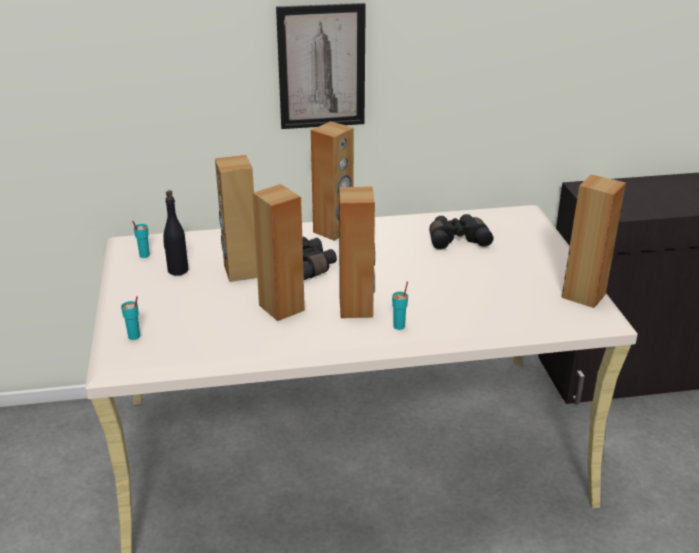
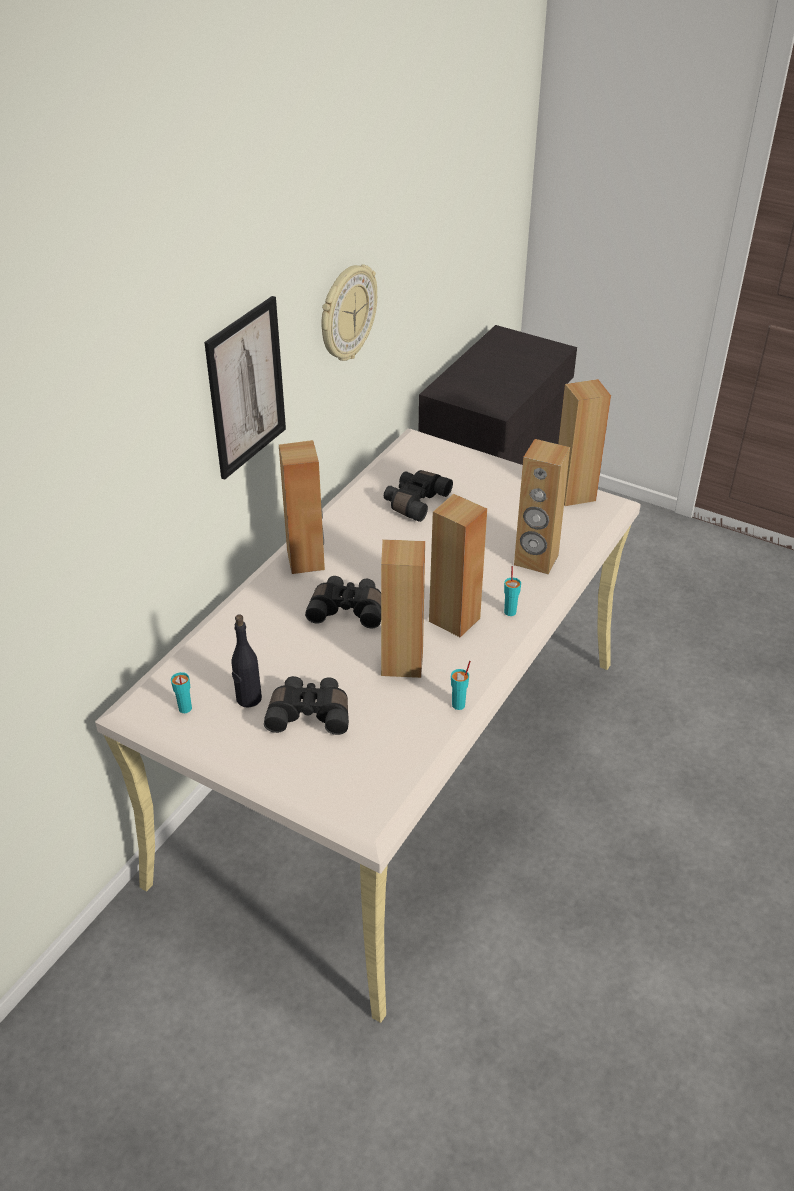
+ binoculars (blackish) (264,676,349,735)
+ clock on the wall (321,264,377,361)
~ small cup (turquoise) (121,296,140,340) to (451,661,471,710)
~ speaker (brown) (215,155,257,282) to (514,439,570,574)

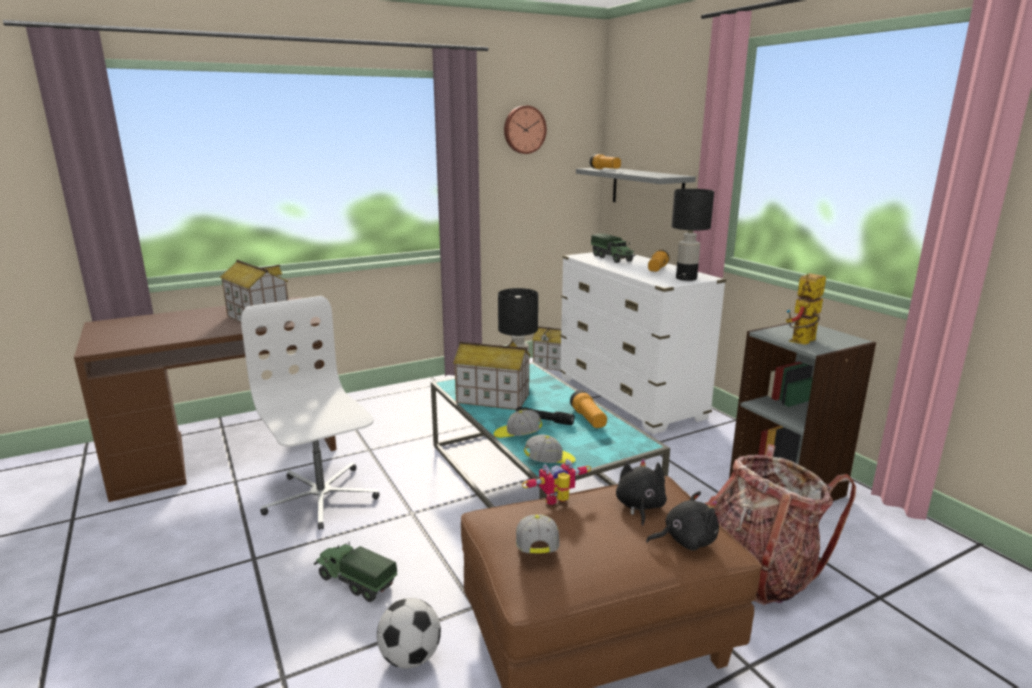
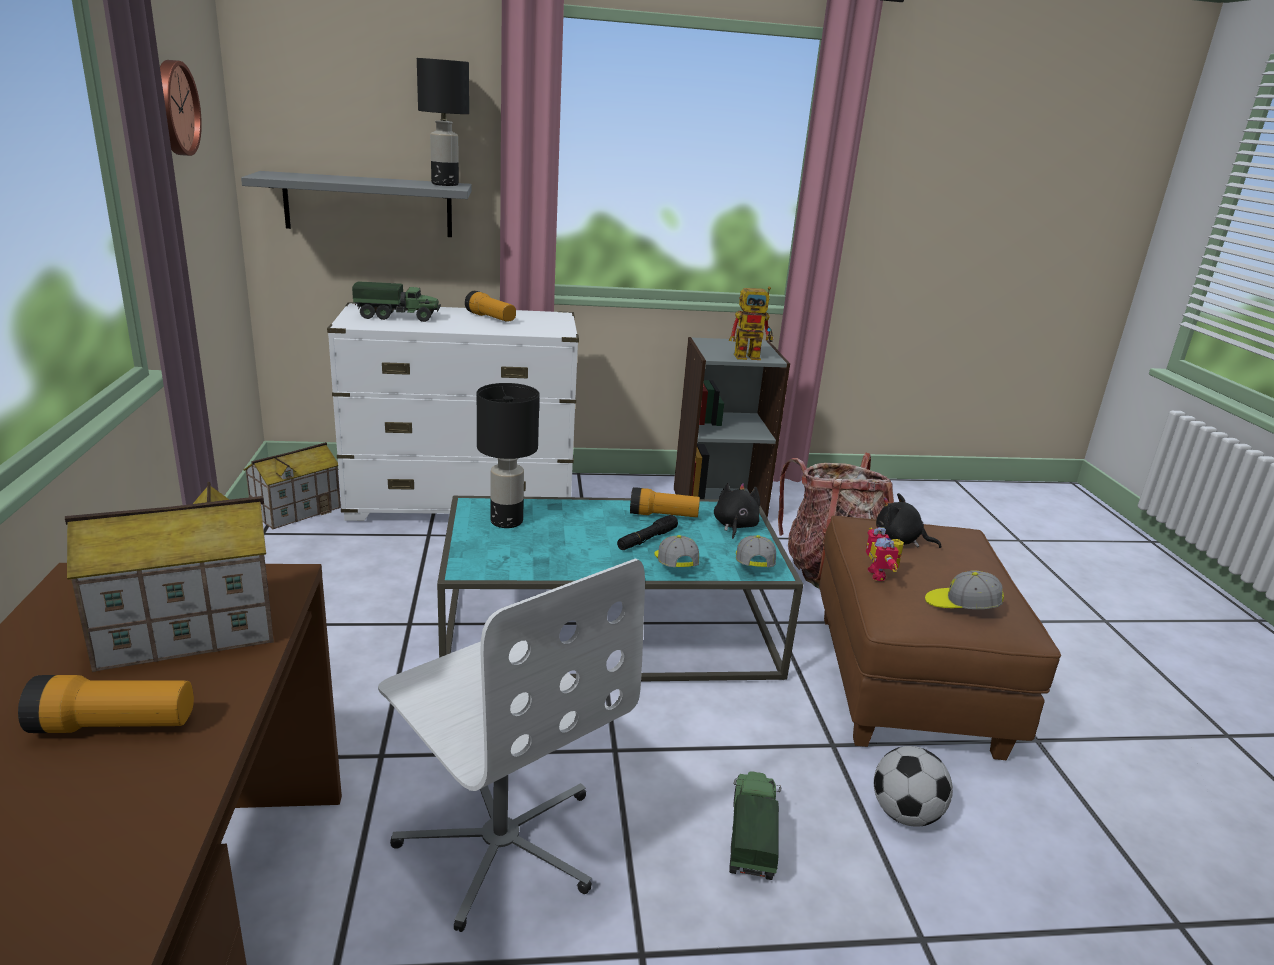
~ hand torch (590,154,621,169) to (18,675,194,733)
~ office chair (white) (241,296,379,530) = (378,559,645,932) 120 degrees counterclockwise
~ table lamp (blackish) (671,189,714,281) to (417,58,469,186)
~ peaked cap (494,410,542,438) = (654,535,699,567) 135 degrees clockwise
~ cuddly toy (blackish) (646,491,719,550) to (714,483,760,539)
~ toy robot (786,273,826,345) = (729,287,773,360) 75 degrees counterclockwise
~ toy lorry (314,542,397,602) = (729,771,782,880) 135 degrees clockwise
- toy house (453,340,531,410)

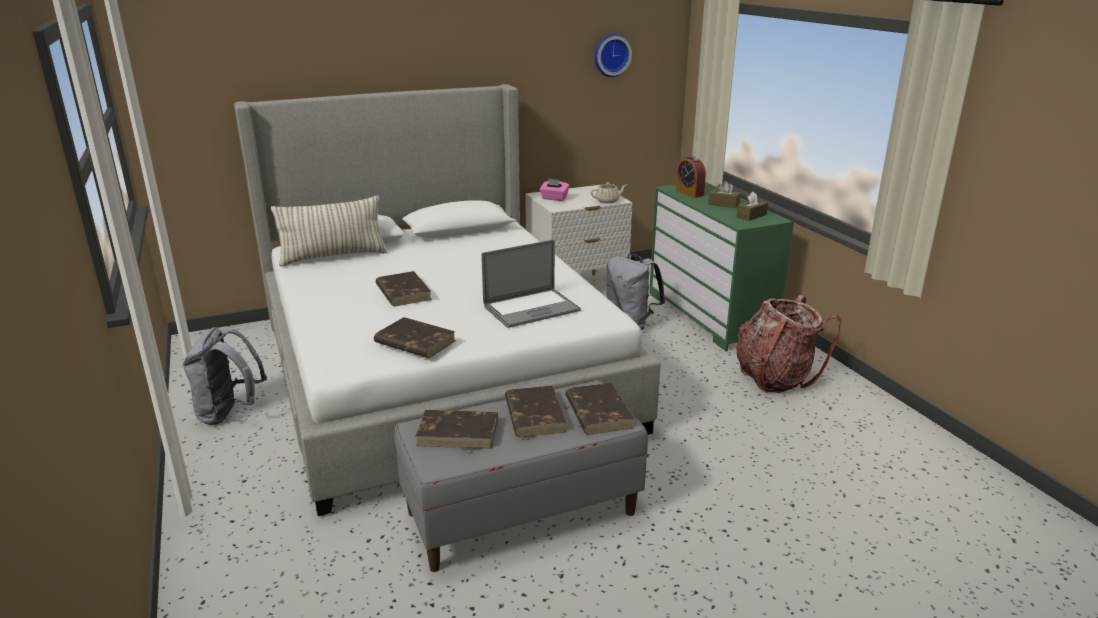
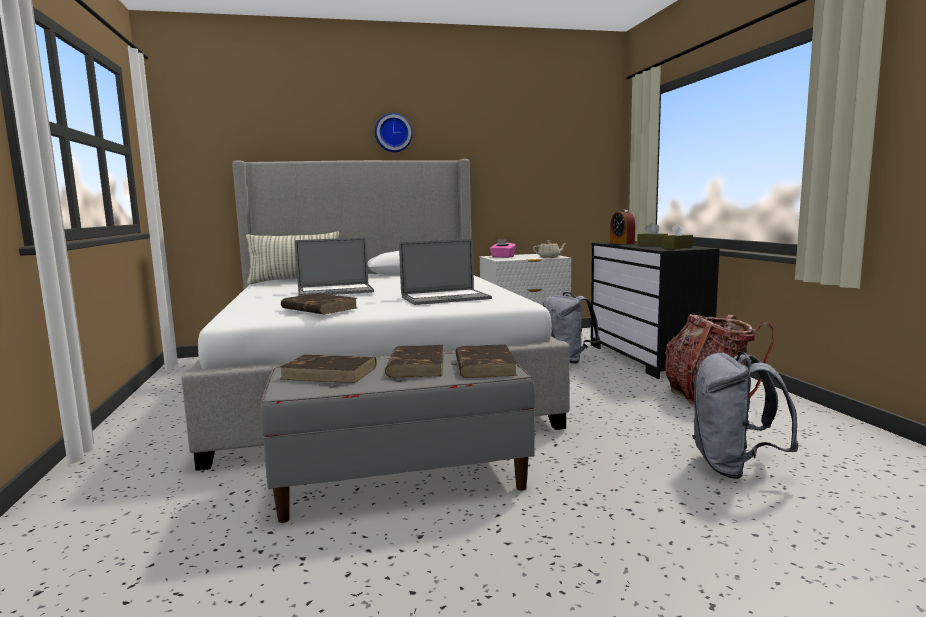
~ book (brown) (376,271,432,306) to portable computer (295,238,374,296)
~ clock on the wall (594,33,632,77) to (375,113,413,152)
~ drawer chest (green-coloured) (649,182,794,351) to drawer chest (blackish) (591,241,720,379)
~ knapsack (gray) (183,327,267,425) to (692,351,799,479)

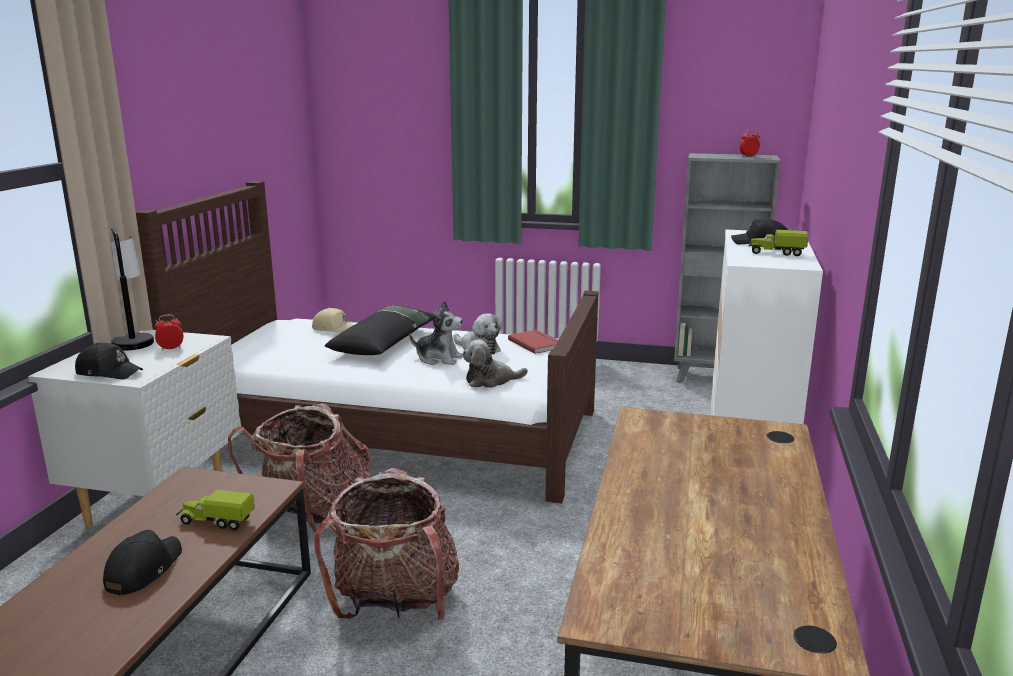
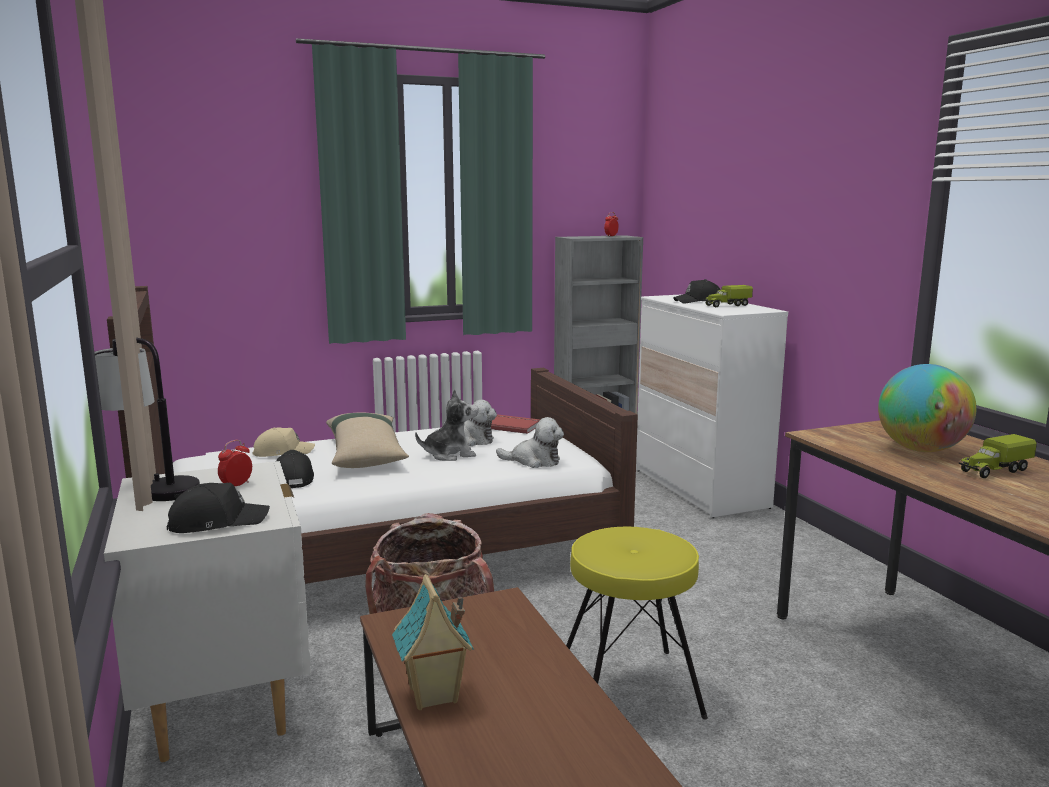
~ peaked cap (blackish) (103,530,182,595) to (276,450,314,488)
~ cushion (blackish) (325,306,433,355) to cushion (beige-coloured) (326,412,409,468)
+ toy house (392,574,474,710)
~ cuddly toy (462,340,528,388) = (496,417,564,468) 120 degrees counterclockwise
~ knapsack (314,468,459,620) to stool (yellowish) (566,526,708,719)
+ desk globe (878,364,977,452)
~ toy lorry (176,490,255,530) to (958,434,1037,478)

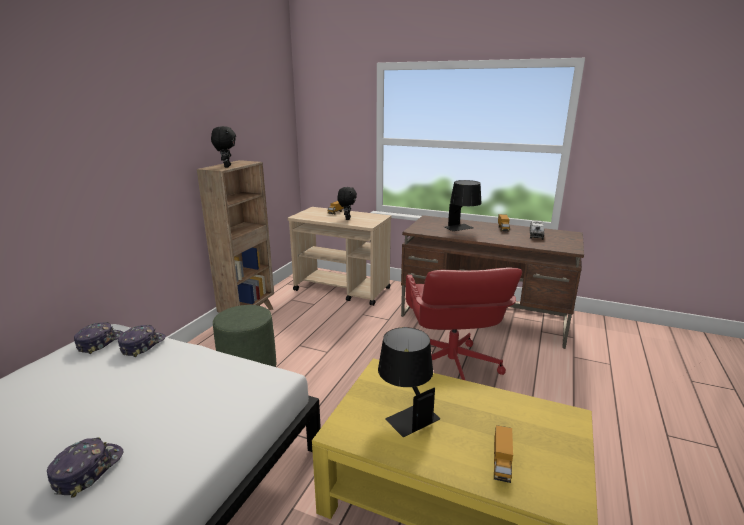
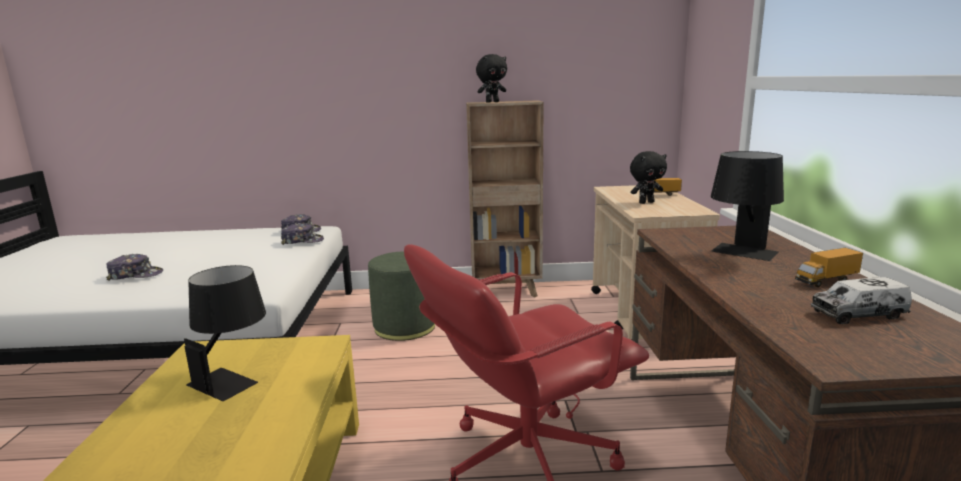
- toy lorry (494,425,513,483)

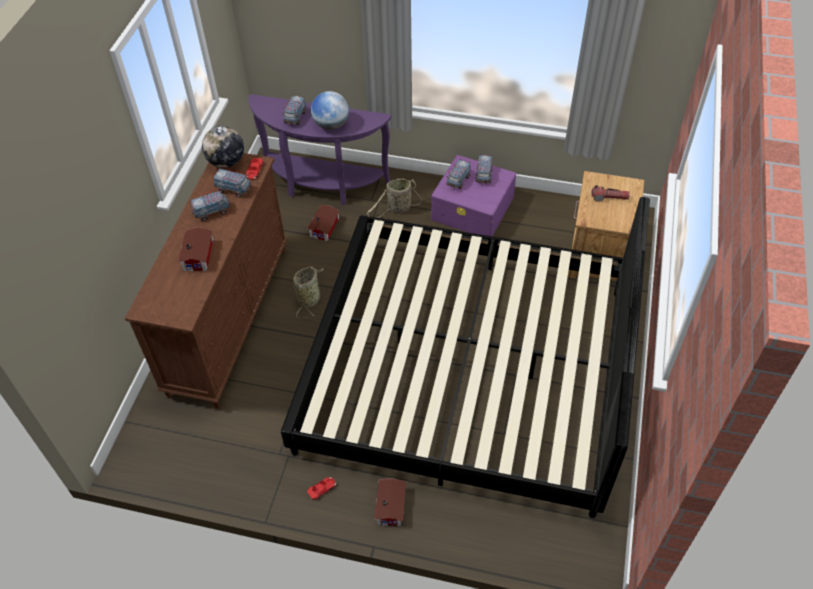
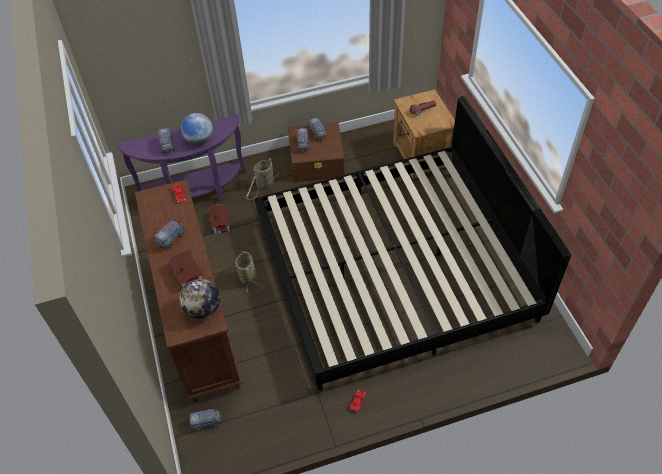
~ desk globe (202,126,244,168) to (180,279,220,319)
~ toy lorry (213,168,252,198) to (189,408,222,432)
~ storage bin (purple) (431,155,516,236) to storage bin (brown) (288,123,345,182)
- toy house (375,478,406,526)

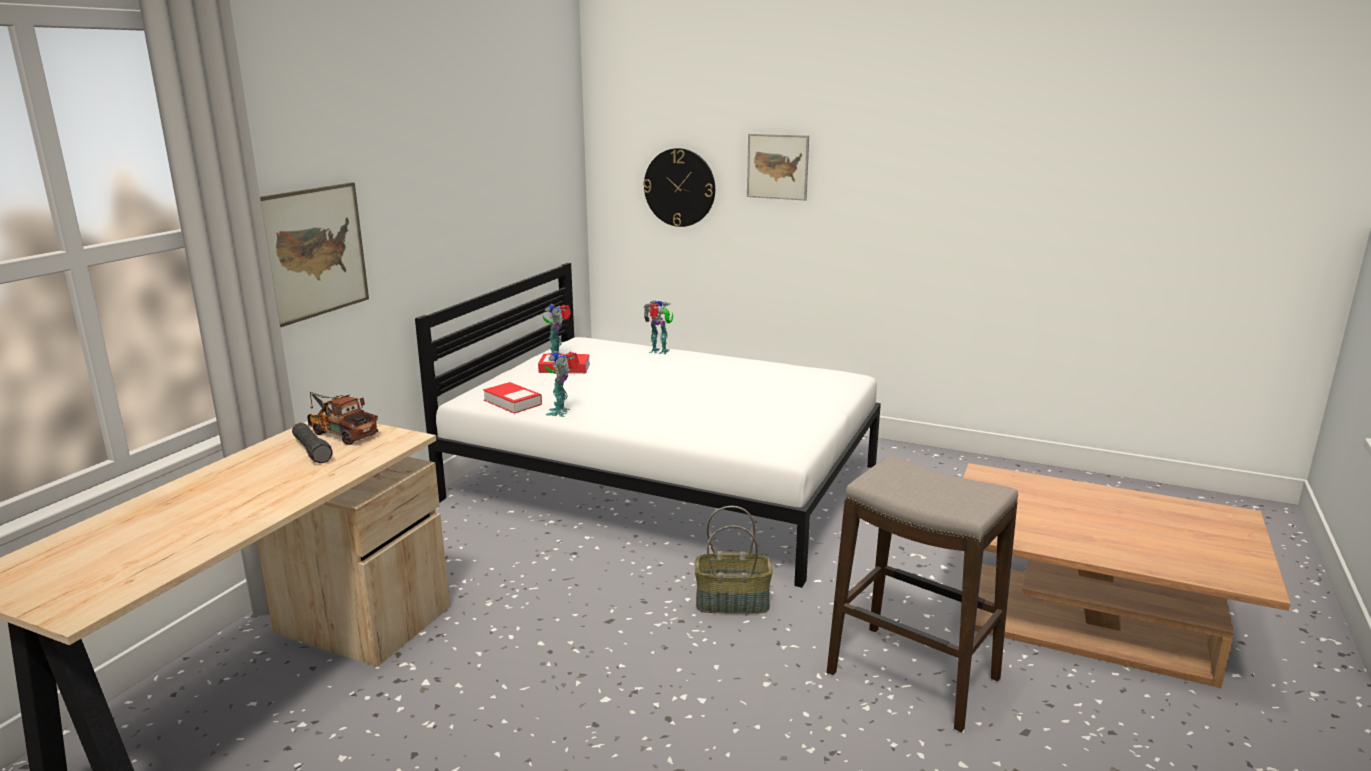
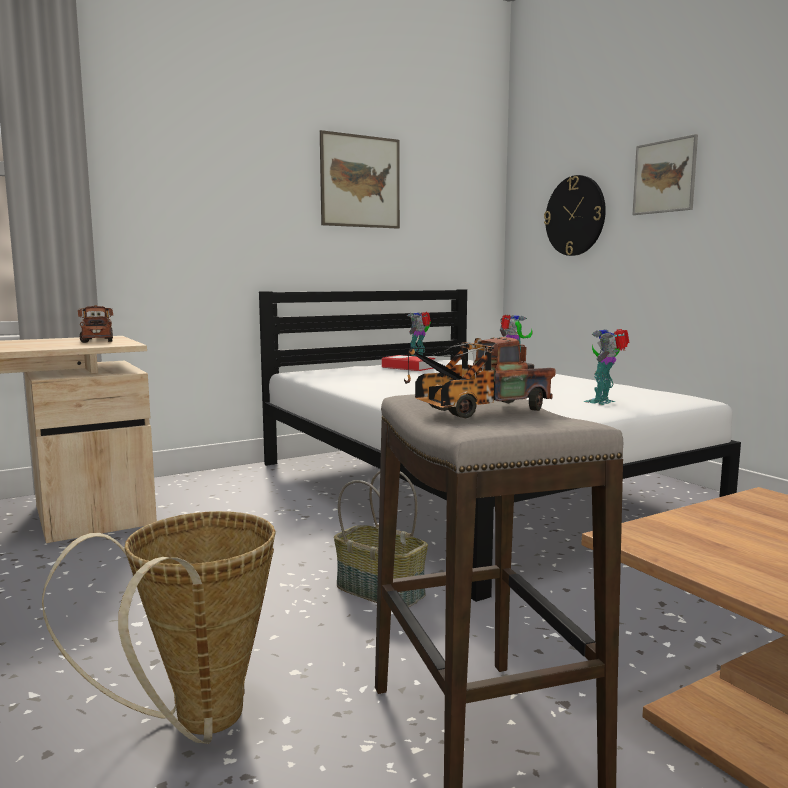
+ storage basket (42,511,275,744)
~ wall picture (260,182,369,327) to (320,130,400,228)
+ toy lorry (404,337,556,418)
~ toy robot (545,351,579,417) to (584,329,630,405)
- hand torch (blackish) (292,423,333,463)
- book (483,382,542,414)

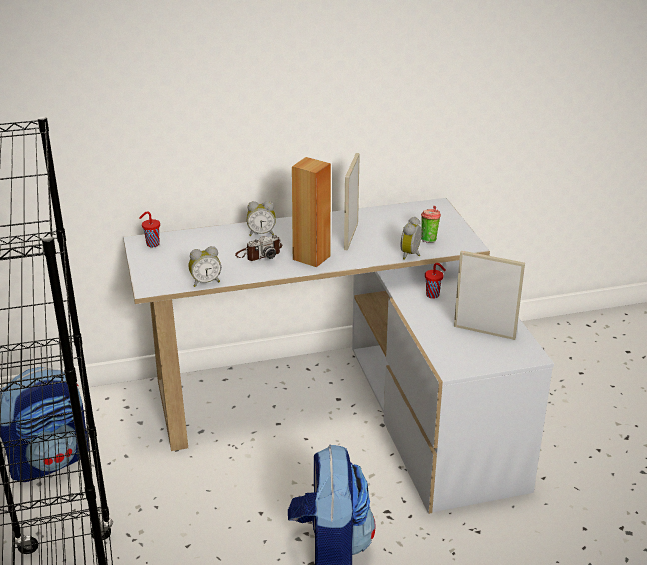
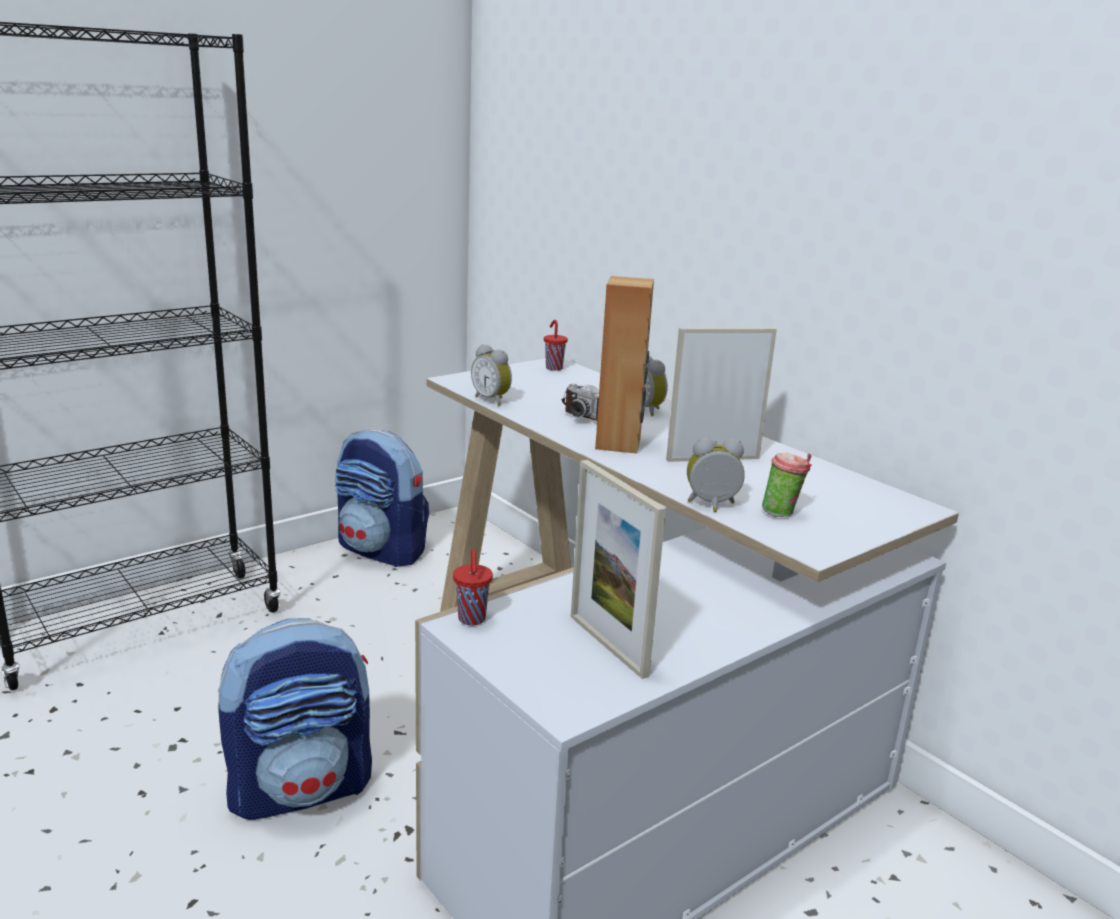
~ small cup (reddish) (425,263,446,299) to (453,549,493,625)
~ photo frame (454,250,525,340) = (571,460,666,679) 150 degrees clockwise

